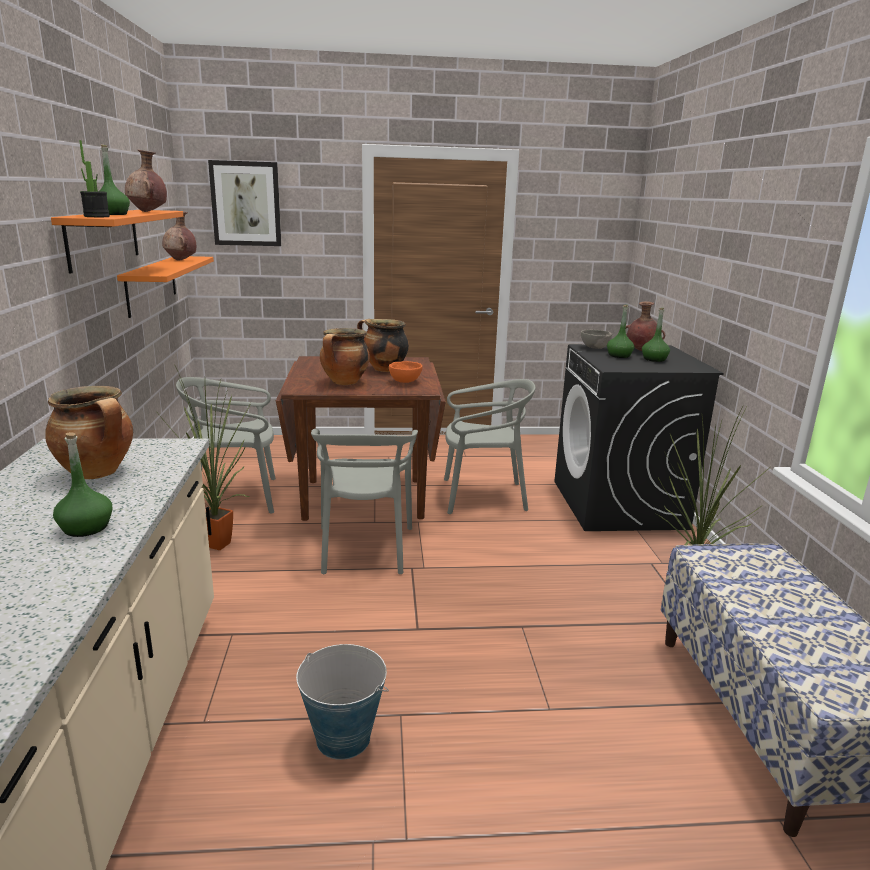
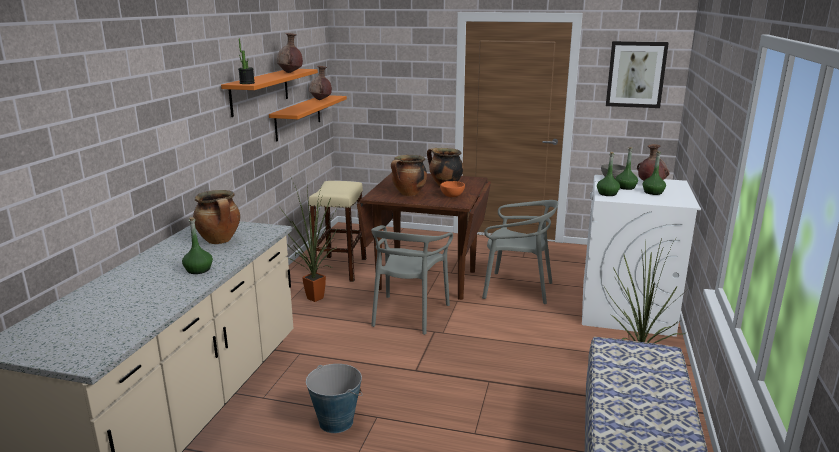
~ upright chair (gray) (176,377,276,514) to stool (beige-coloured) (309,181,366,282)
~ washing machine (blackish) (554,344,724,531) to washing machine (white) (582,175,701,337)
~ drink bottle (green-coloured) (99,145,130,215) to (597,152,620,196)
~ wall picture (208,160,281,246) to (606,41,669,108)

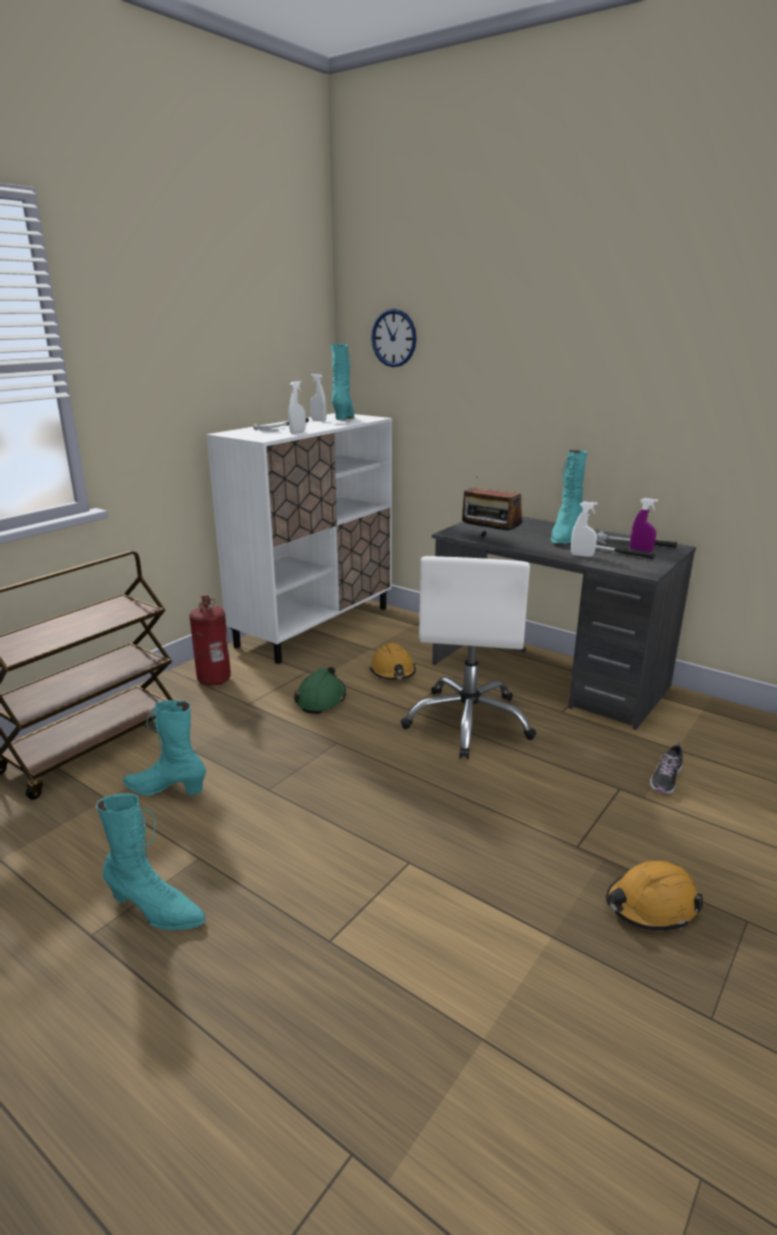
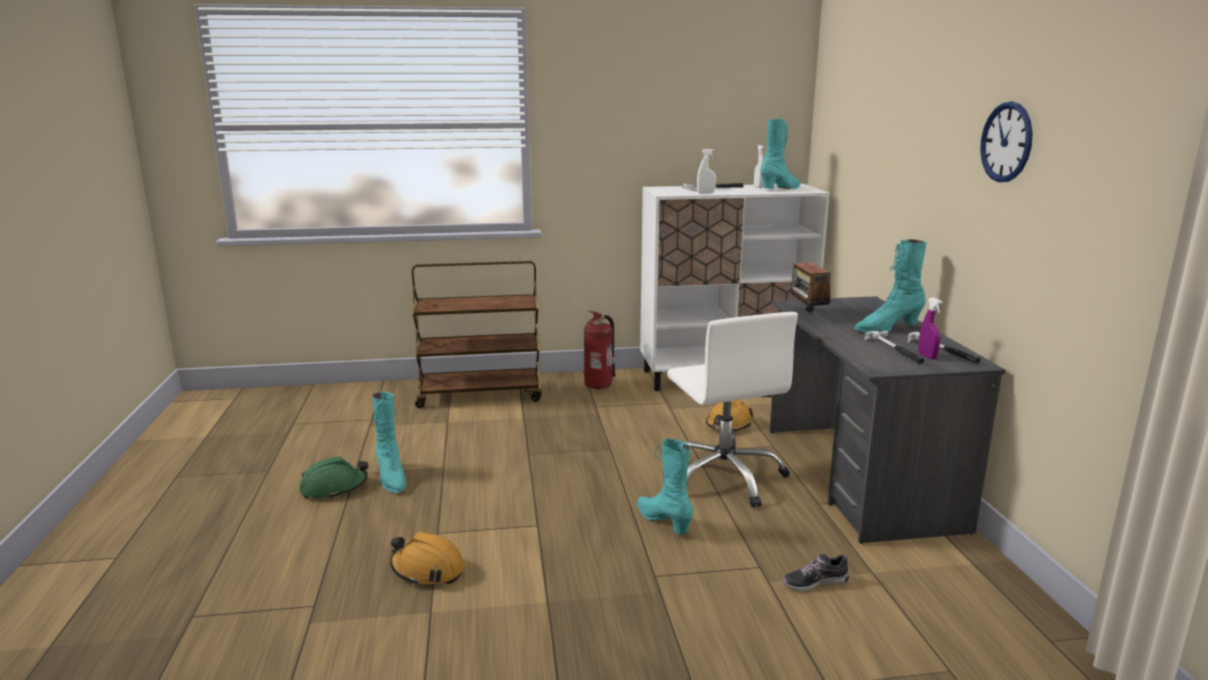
~ work helmet (green-coloured) (294,667,346,714) to (299,456,368,499)
~ work helmet (orangey) (606,860,703,930) to (390,532,465,585)
~ tall boot (turquoise) (124,700,206,796) to (637,438,693,534)
~ office chair (white) (401,556,536,759) = (667,312,798,508) 75 degrees counterclockwise
~ clock on the wall (371,309,417,367) to (980,102,1033,182)
- spray bottle (white) (571,502,598,557)

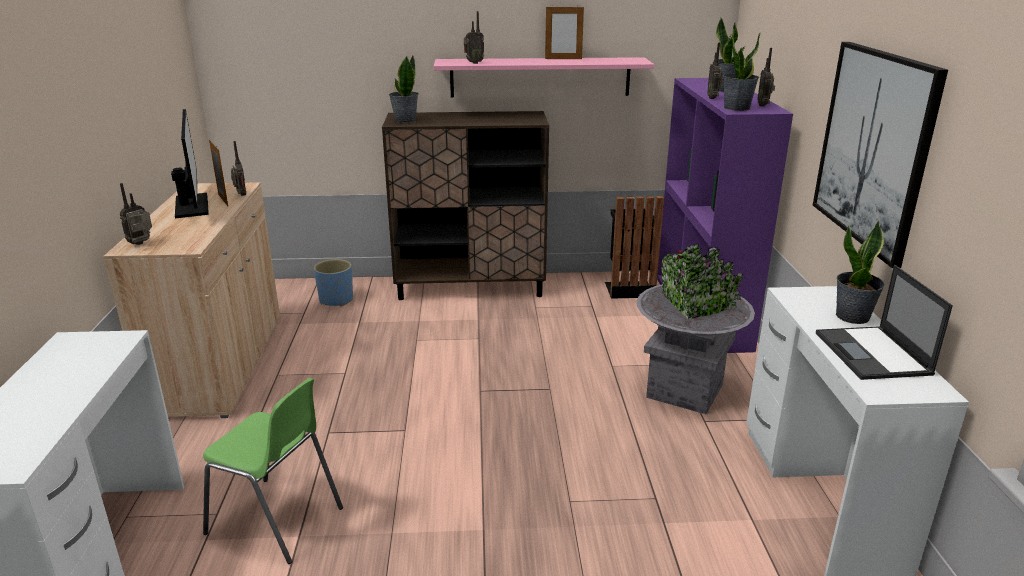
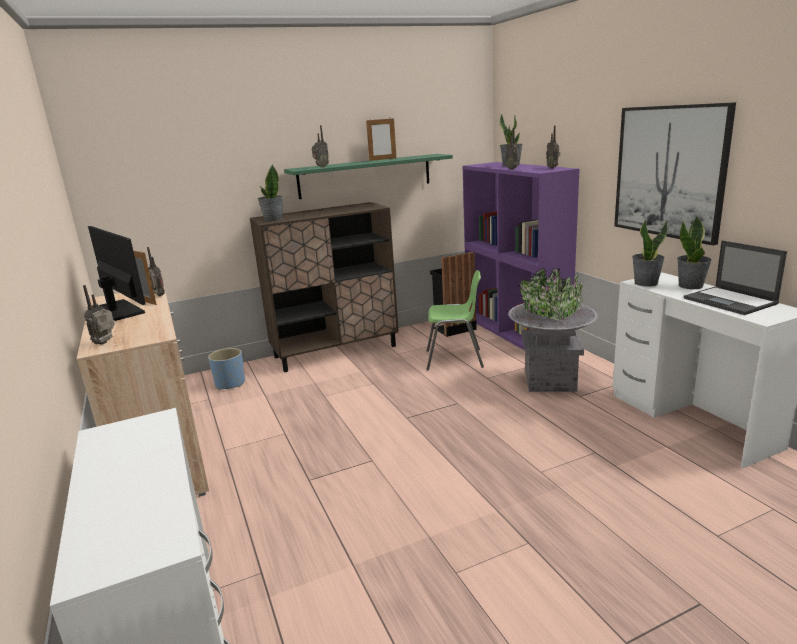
~ shelf (pink) (434,57,654,97) to shelf (green-coloured) (284,154,453,199)
~ upright chair (green-coloured) (203,378,343,564) to (426,270,484,370)
~ potted plant (723,29,760,111) to (632,220,668,287)

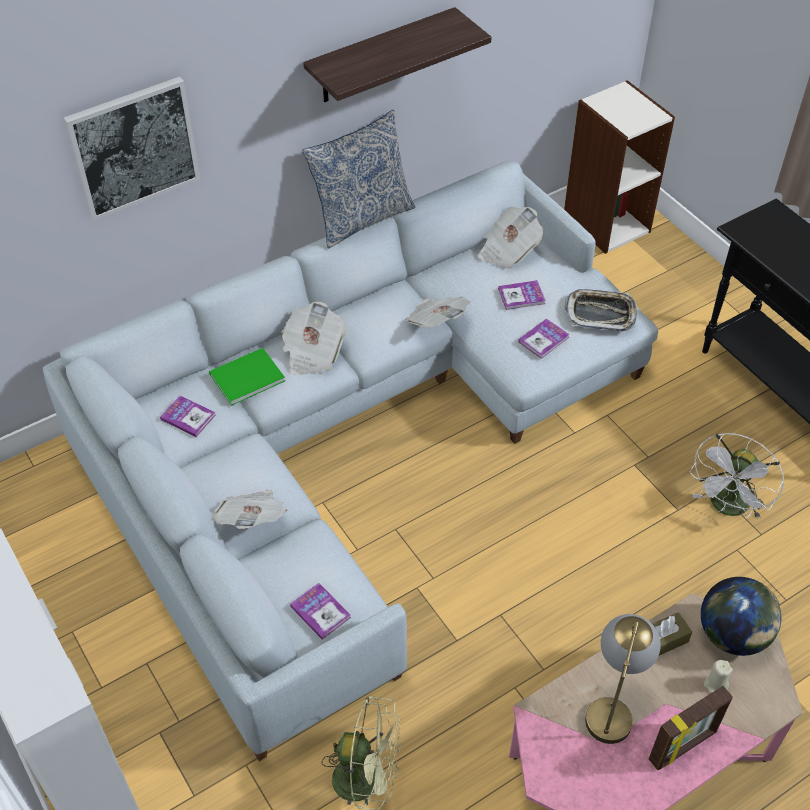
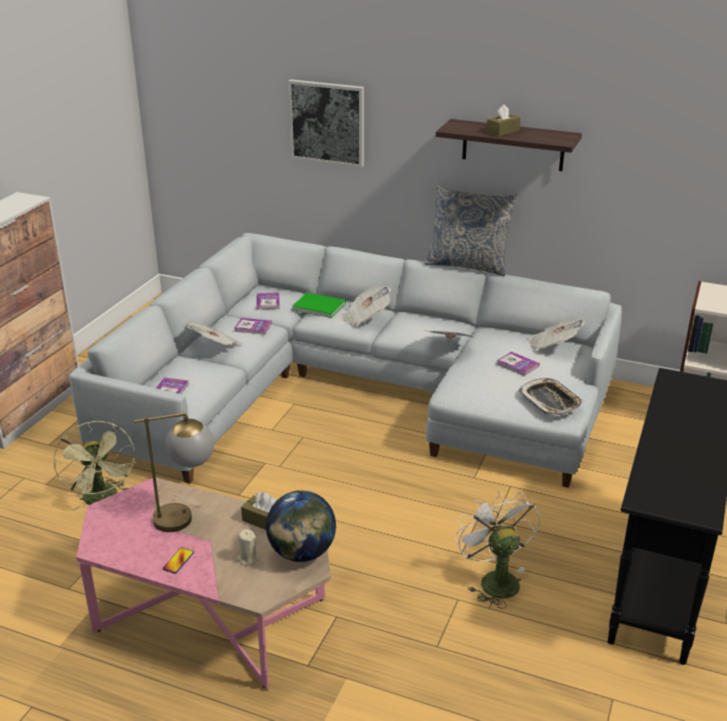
~ photo frame (649,686,733,770) to phone (162,547,194,574)
~ book (518,319,570,359) to (234,318,272,335)
~ electric fan (white) (690,433,785,519) = (455,491,541,609) 75 degrees clockwise
+ tissue holder (brown) (486,105,521,137)

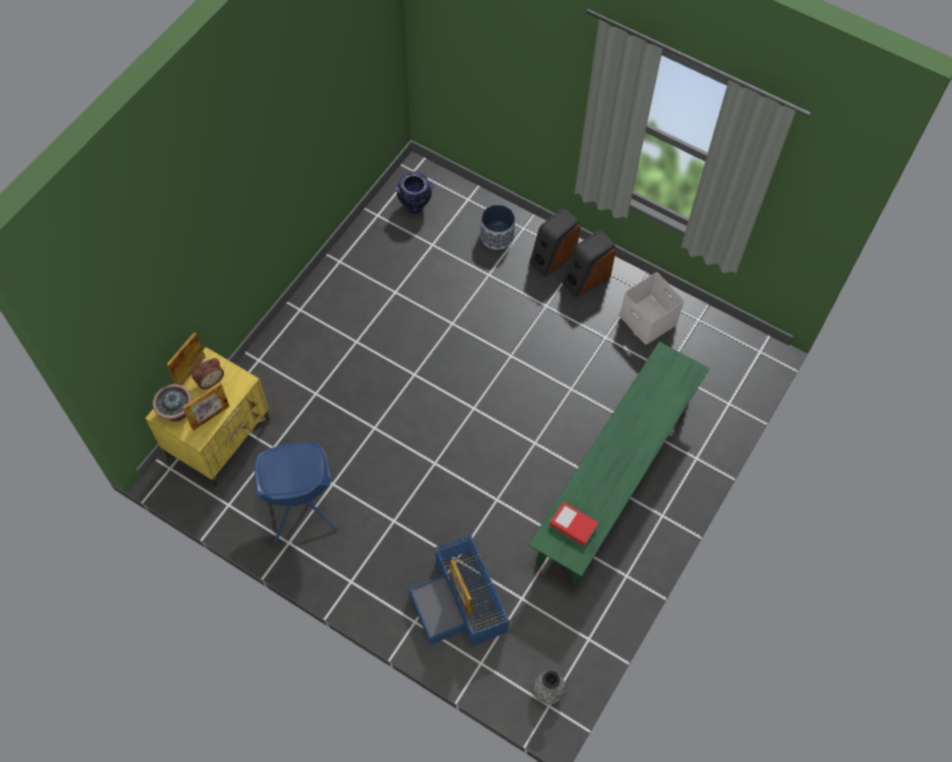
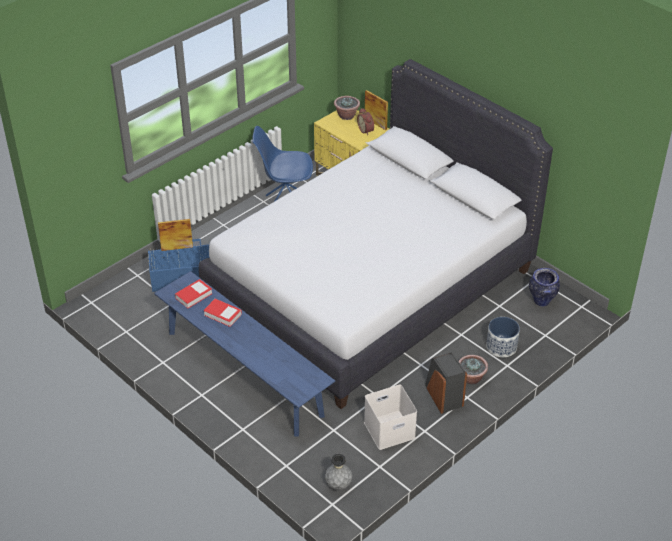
~ bench (green-coloured) (528,342,710,585) to bench (blue) (154,271,335,437)
+ bedroom bed (white) (199,59,553,409)
+ book (203,299,242,327)
~ vase (gray) (533,671,566,704) to (325,454,352,490)
~ speaker (529,207,581,277) to potted plant (459,355,488,384)
- photo frame (182,382,229,431)

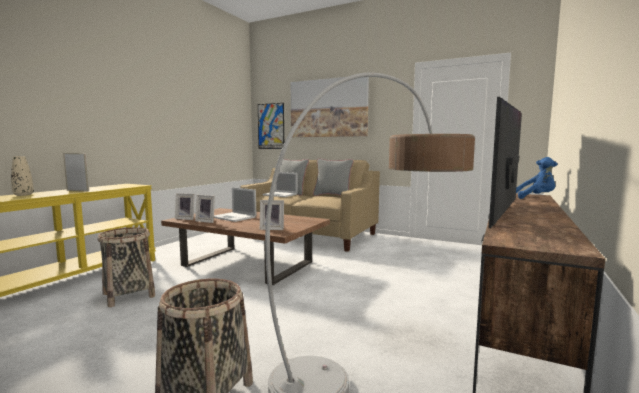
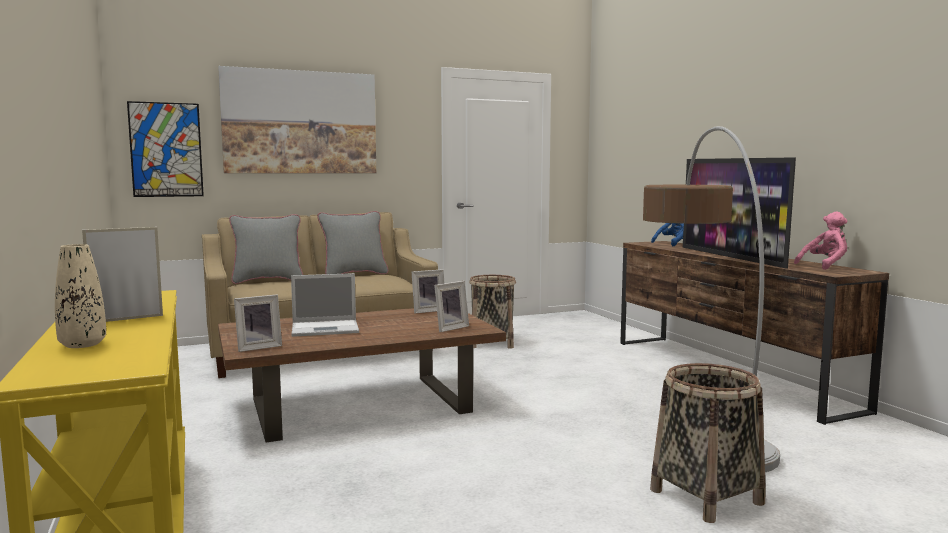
~ photo frame (195,195,215,223) to (412,269,444,313)
~ storage basket (98,227,155,307) to (469,275,516,349)
+ cuddly toy (pink) (794,212,848,270)
- portable computer (262,172,298,197)

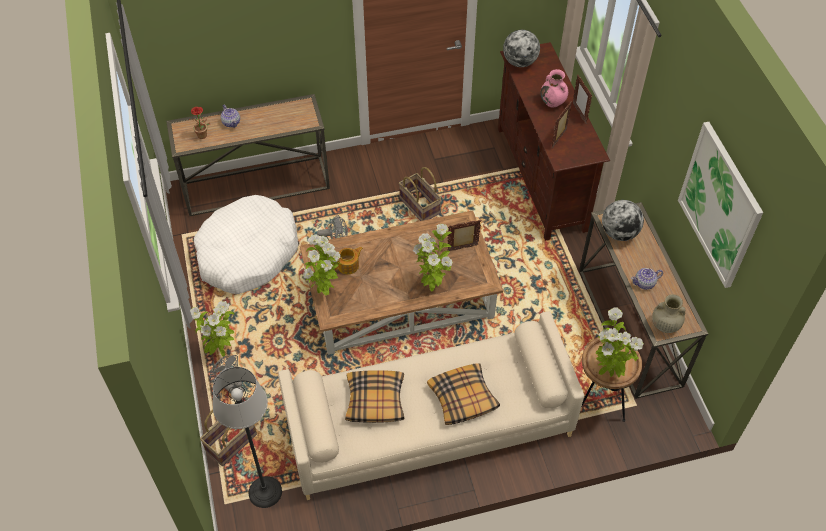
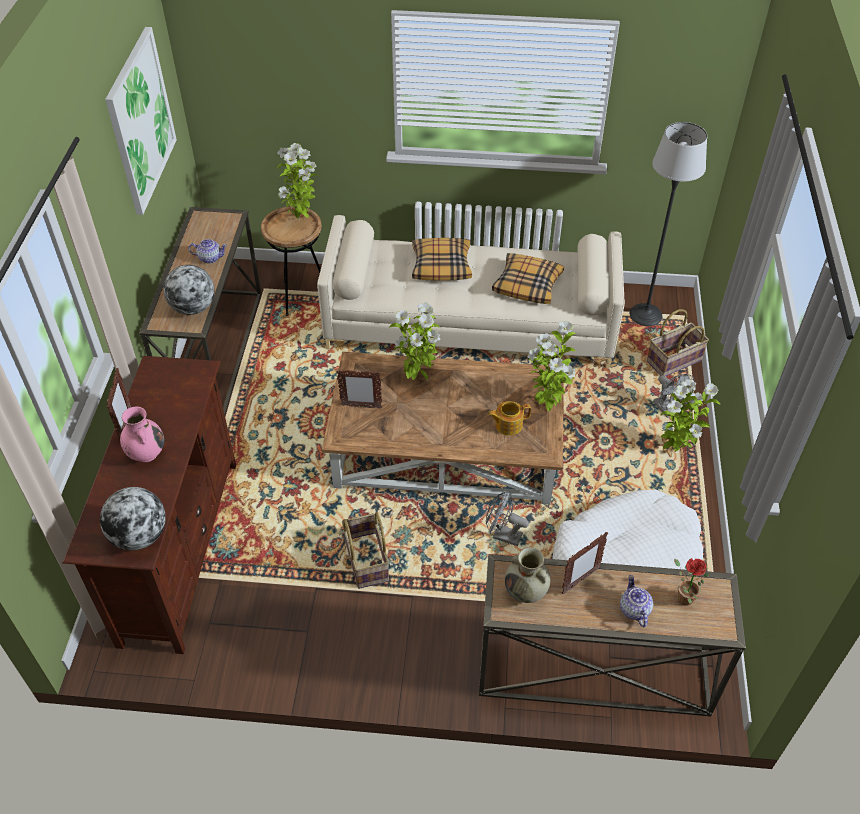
~ vase (beige-coloured) (652,294,685,333) to (505,547,551,603)
~ photo frame (551,101,572,149) to (562,532,608,594)

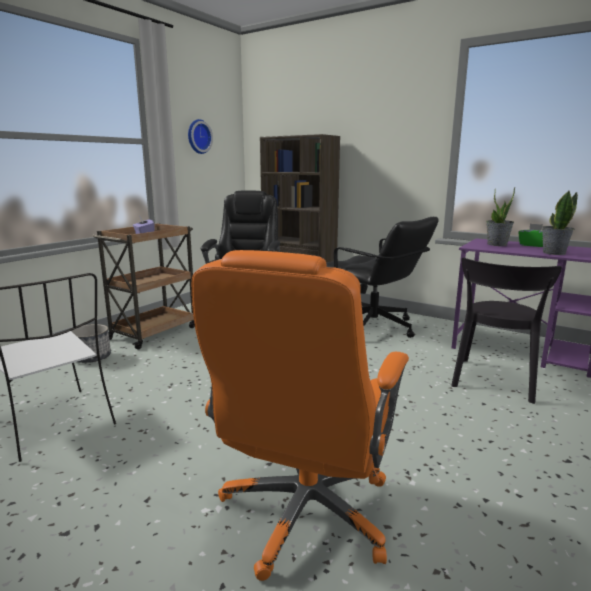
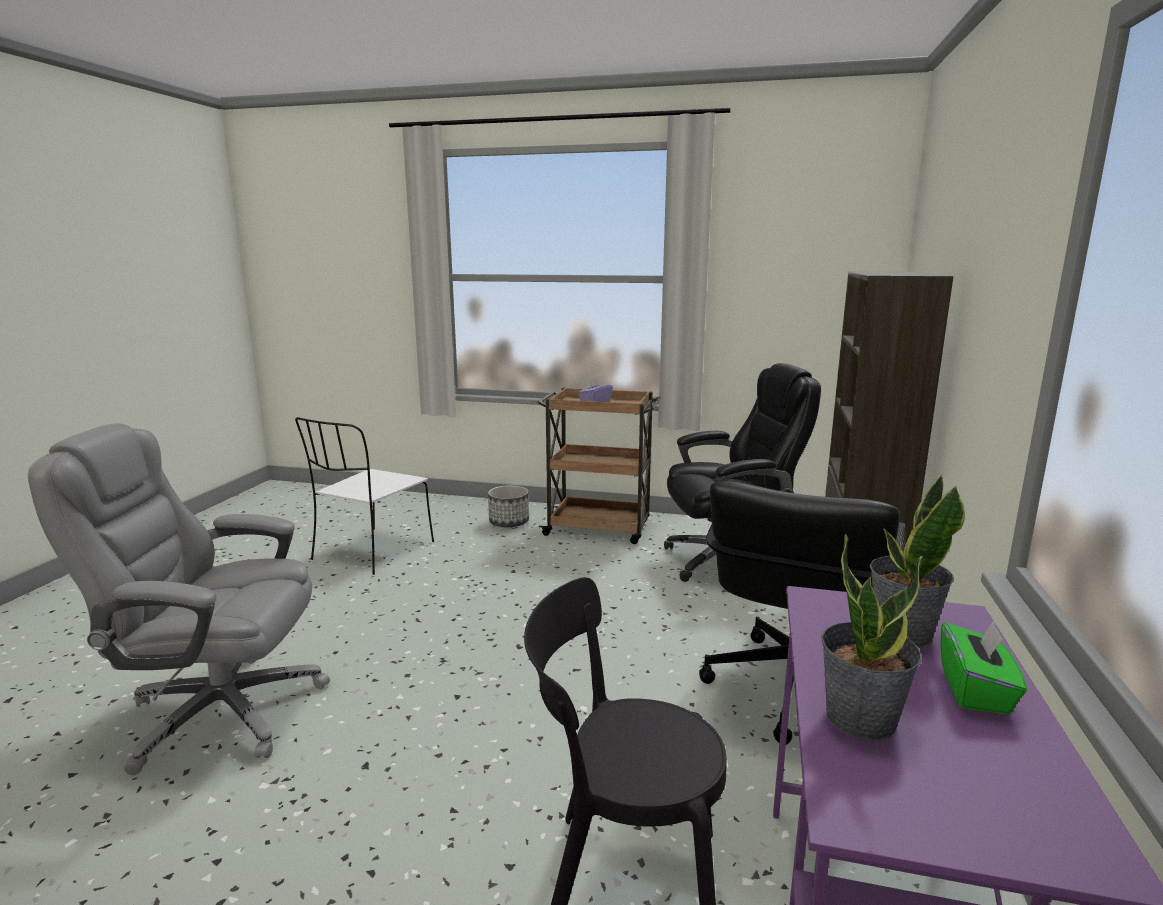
~ office chair (orangey) (192,250,409,581) to office chair (gray) (28,423,330,775)
- clock on the wall (188,119,213,154)

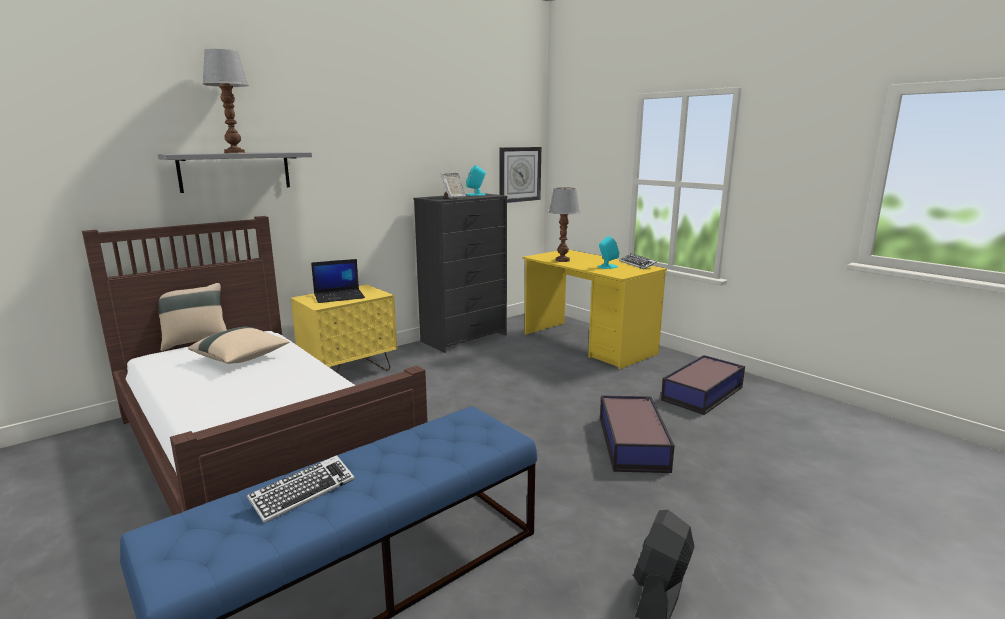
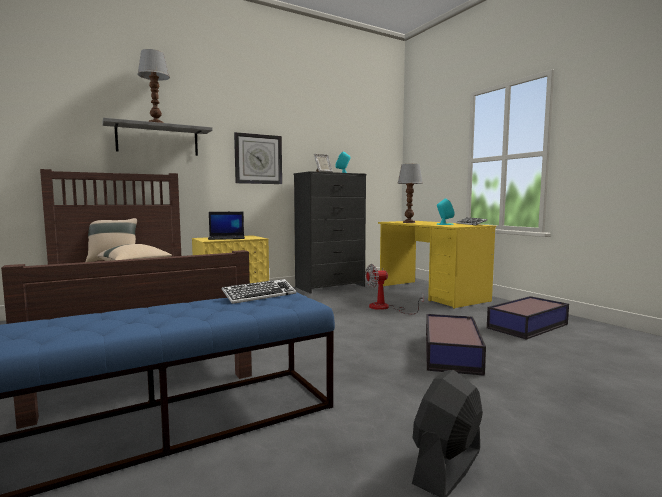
~ computer keyboard (247,455,355,524) to (222,279,296,304)
~ clock on the wall (500,147,541,203) to (234,132,282,184)
+ electric fan (365,264,424,314)

